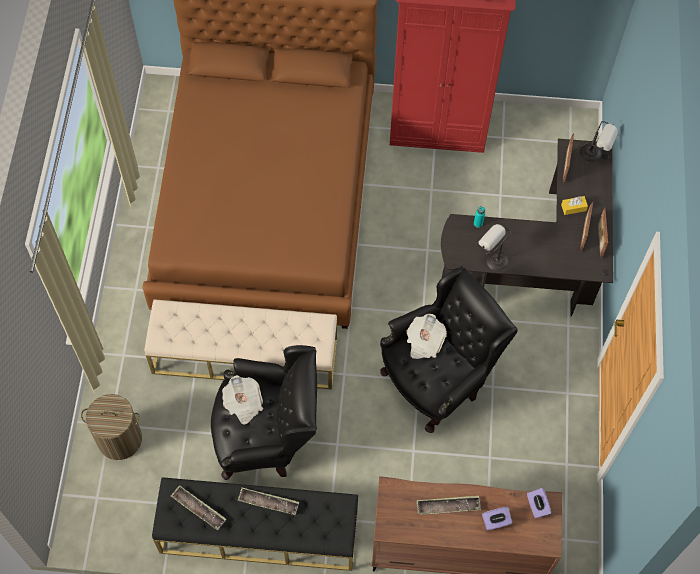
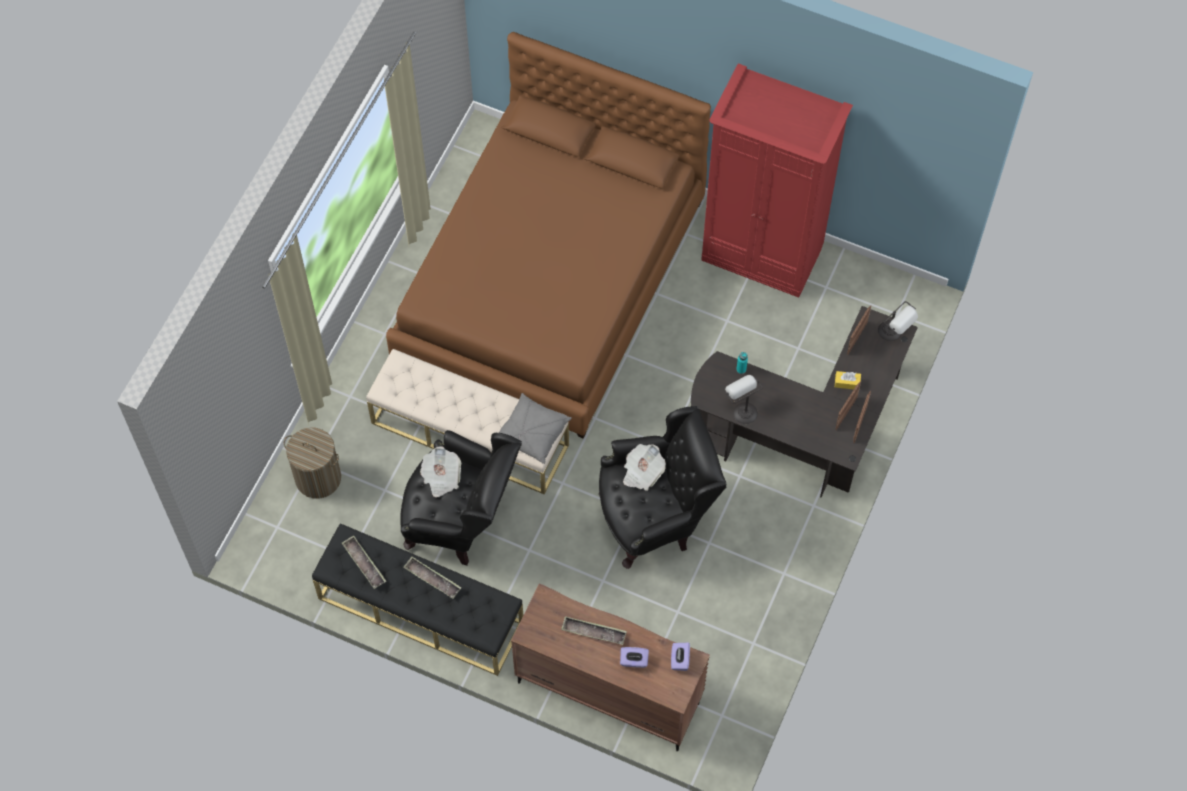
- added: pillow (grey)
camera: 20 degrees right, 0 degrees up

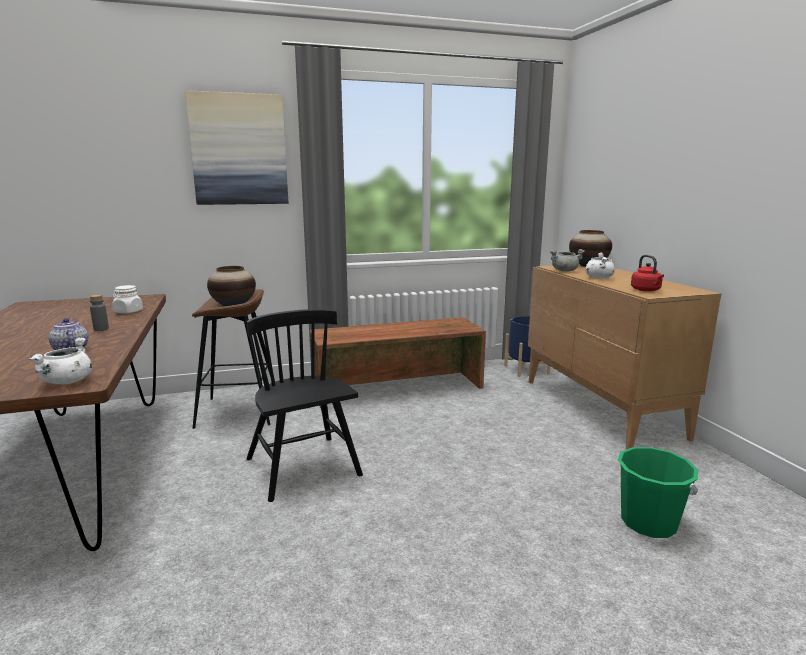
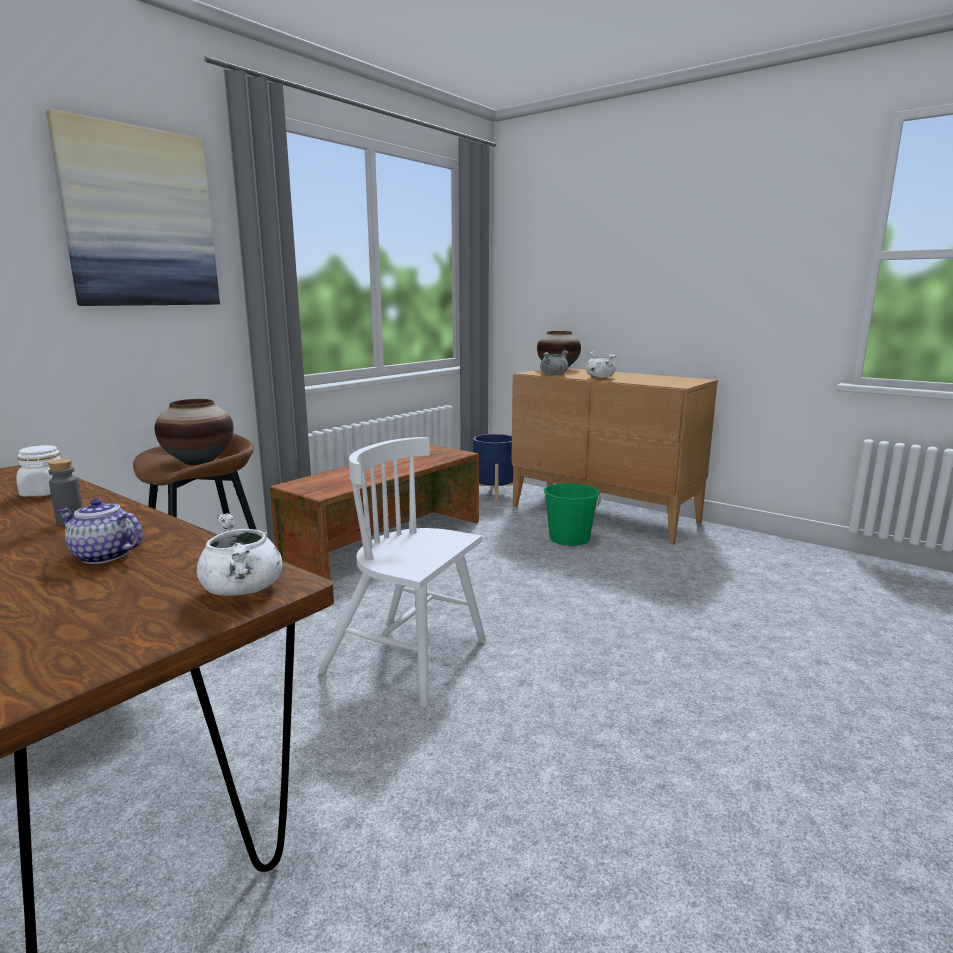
- removed: kettle (red)
- recoloured: chair (black) to chair (white)
- moved: bucket (green)
camera: 35 degrees left, 0 degrees up

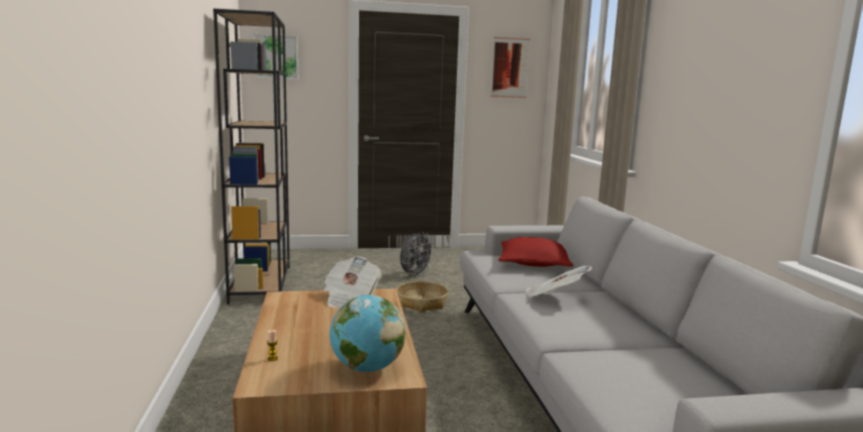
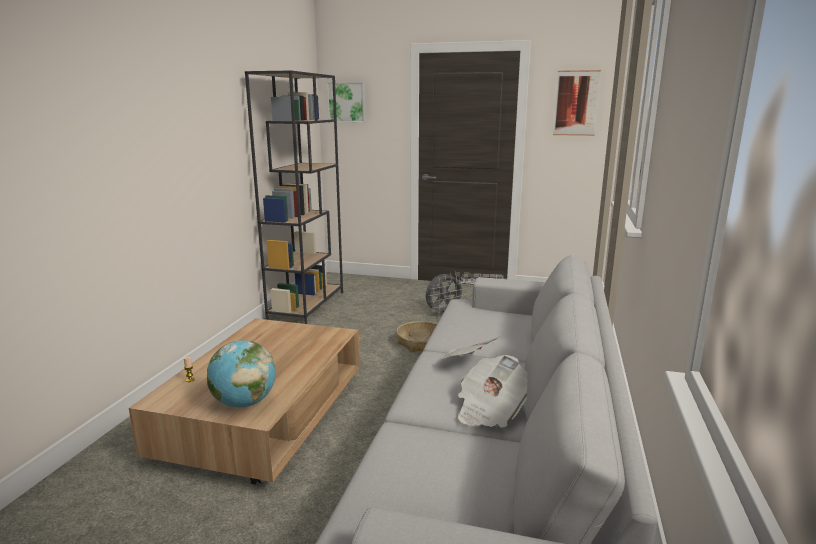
- removed: pillow (red)
- moved: newspaper (1st from left in the first image) to newspaper (2nd from left)
camera: 25 degrees right, 5 degrees up

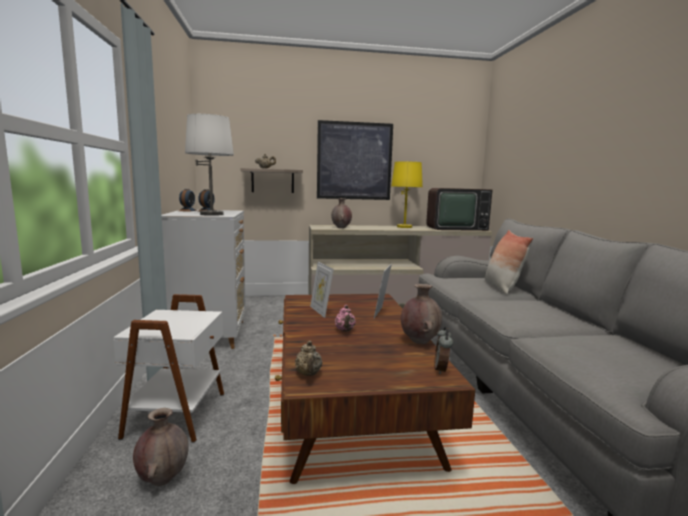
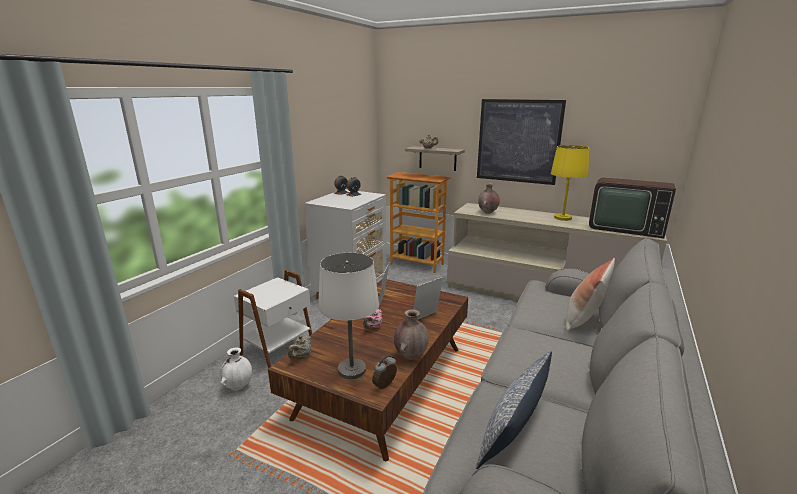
- moved: table lamp (white)
- recoloured: vase (brown) (1st from left) to vase (white)
- added: bookcase
- added: pillow (1st from left)
camera: 35 degrees right, 10 degrees up

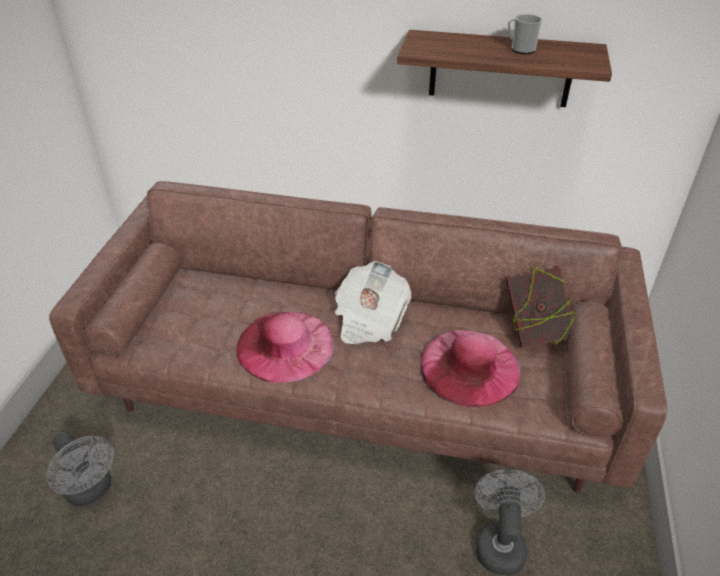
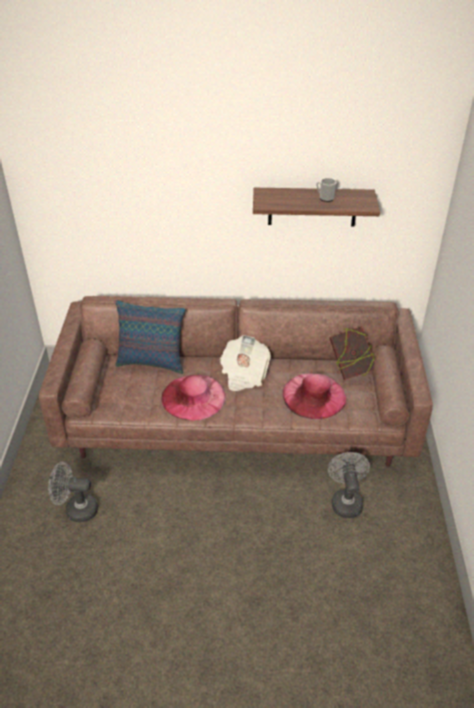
- turned: fan (grey) (1st from left) 150 degrees clockwise
- added: pillow (blue)
camera: 10 degrees left, 0 degrees up

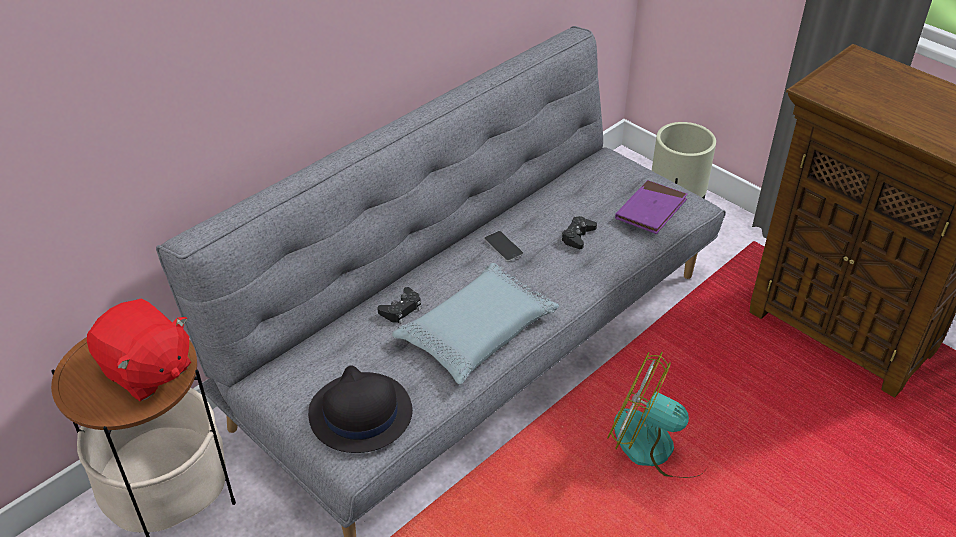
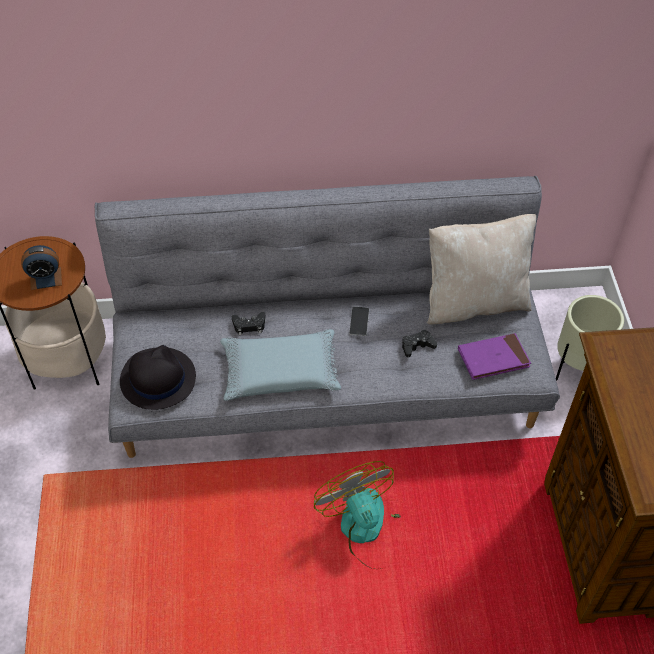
- replaced: plush toy (red) to alarm clock
- added: pillow (beige)
camera: 40 degrees right, 10 degrees up

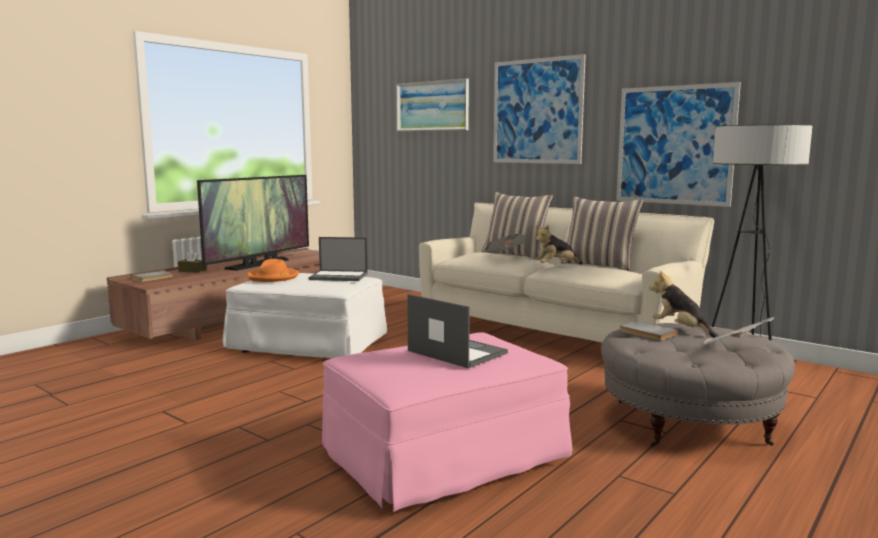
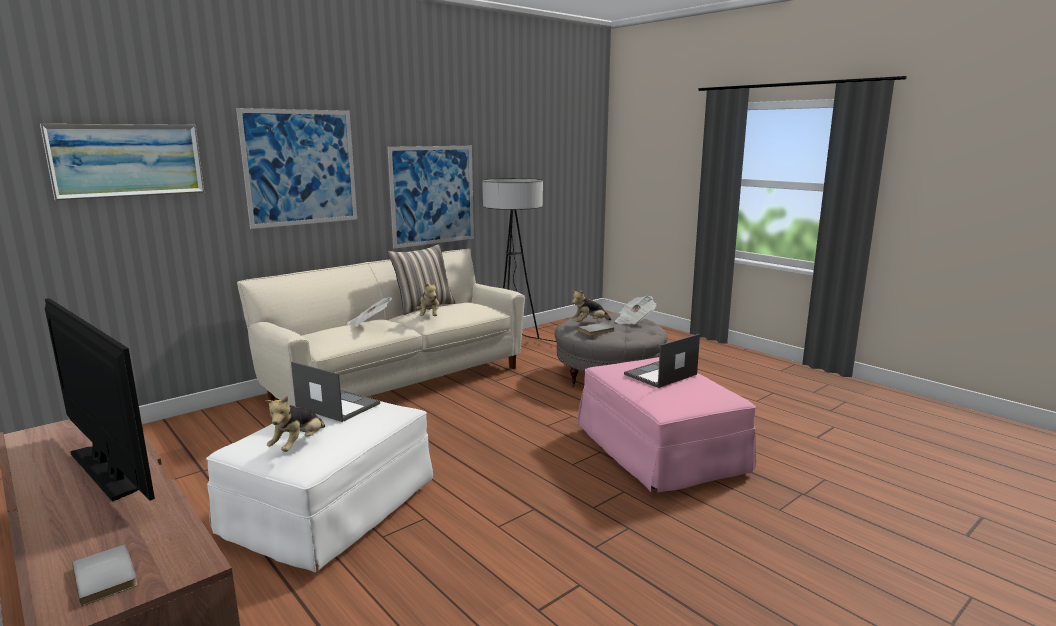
- removed: pillow (1st from left)
- turned: laptop (1st from left) 75 degrees counterclockwise
- removed: tissue box (brown)
- replaced: hat (orange) to plush toy (1st from left)
camera: 80 degrees left, 5 degrees up

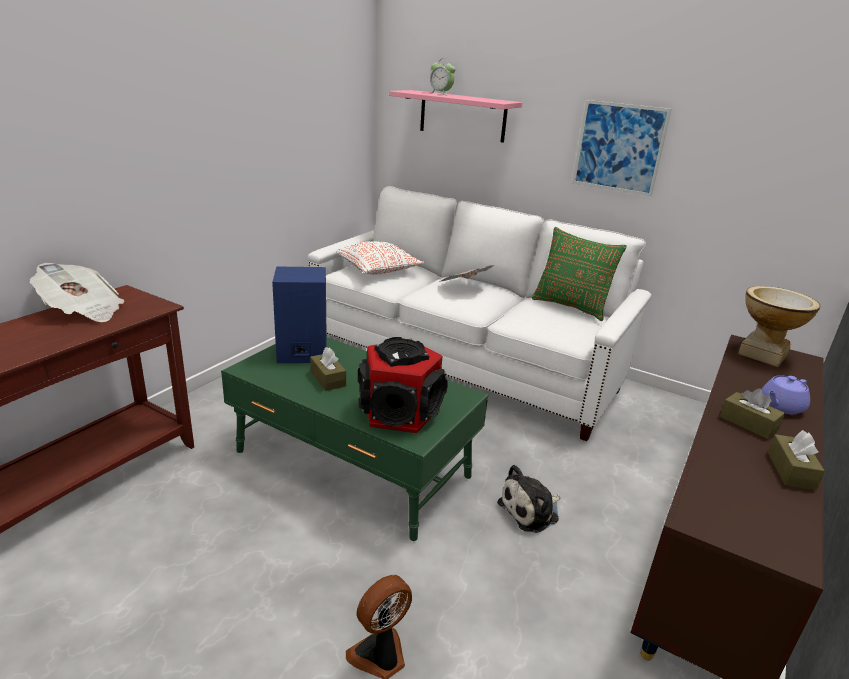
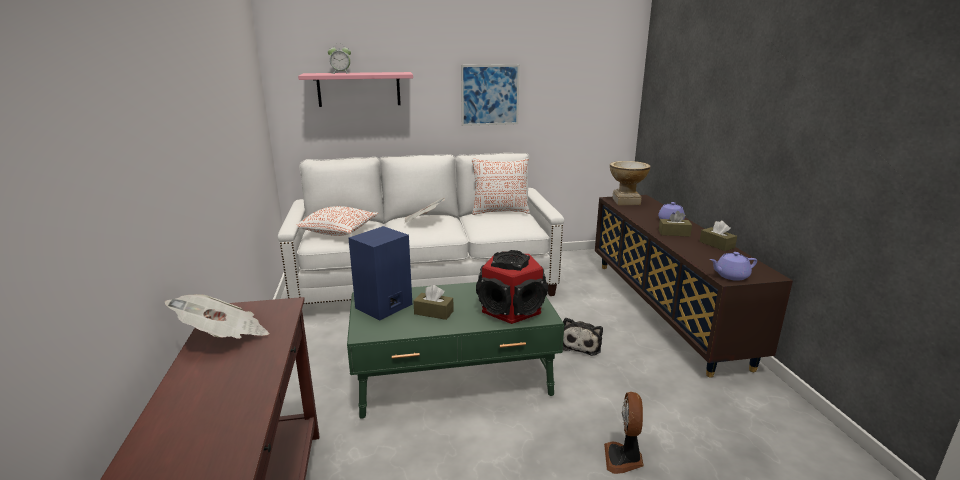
- recoloured: pillow (green) to pillow (white) (2nd from left)
- added: teapot (purple) (2nd from left)
camera: 40 degrees left, 5 degrees down

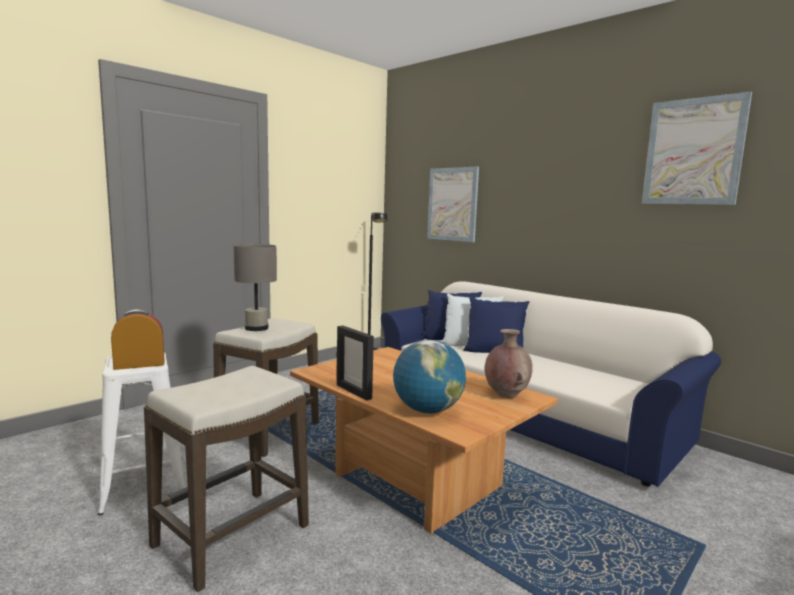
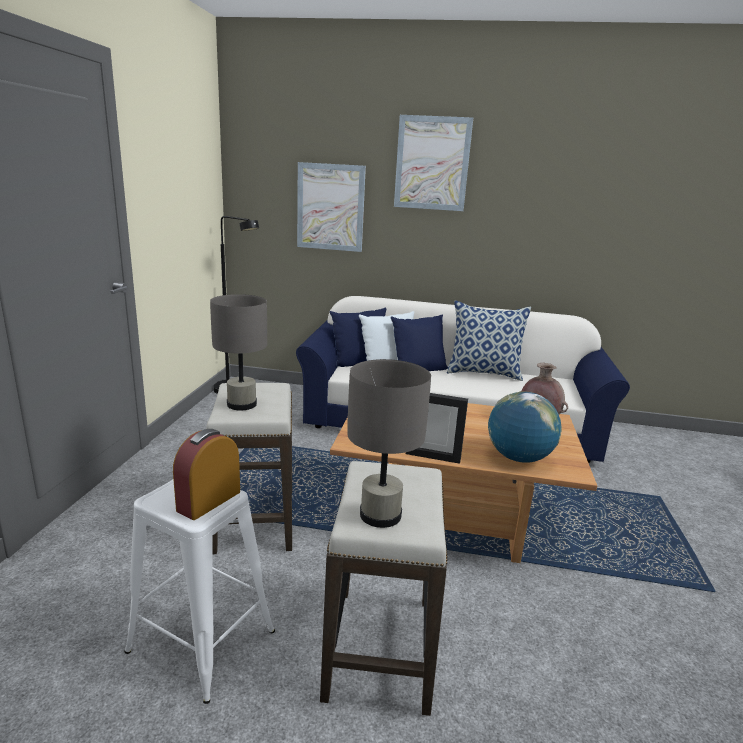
- moved: picture (2nd from left)
- added: pillow
- added: table lamp (grey) (2nd from left)
camera: 35 degrees left, 10 degrees up

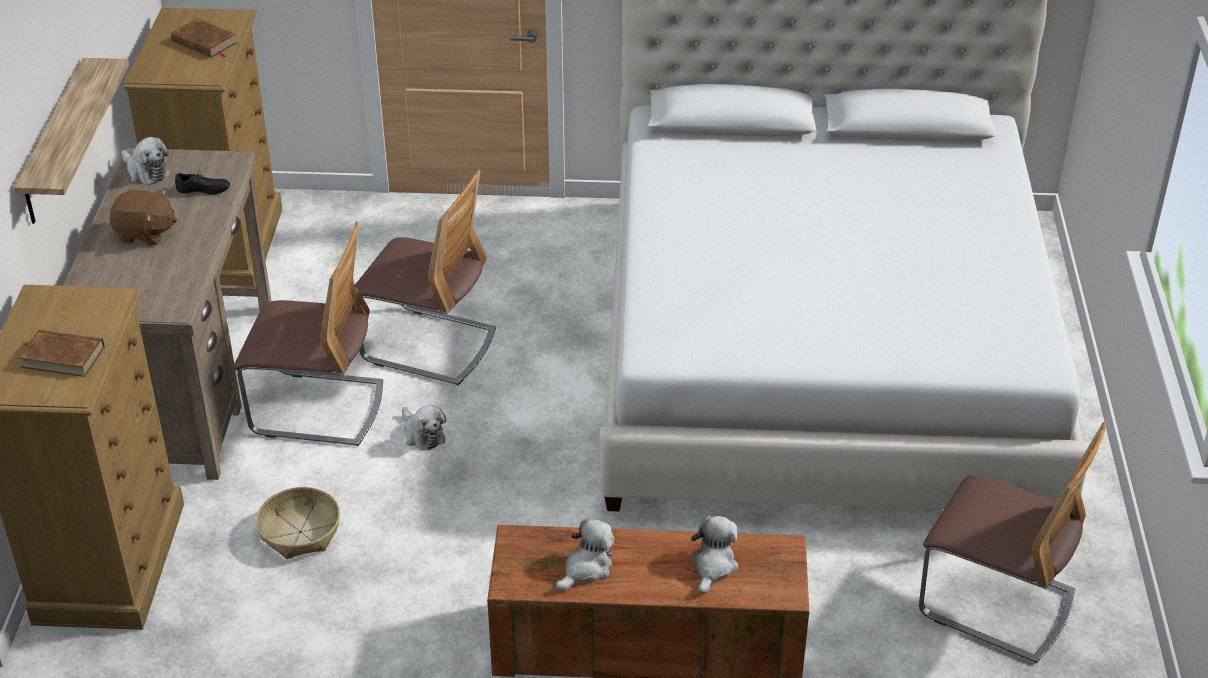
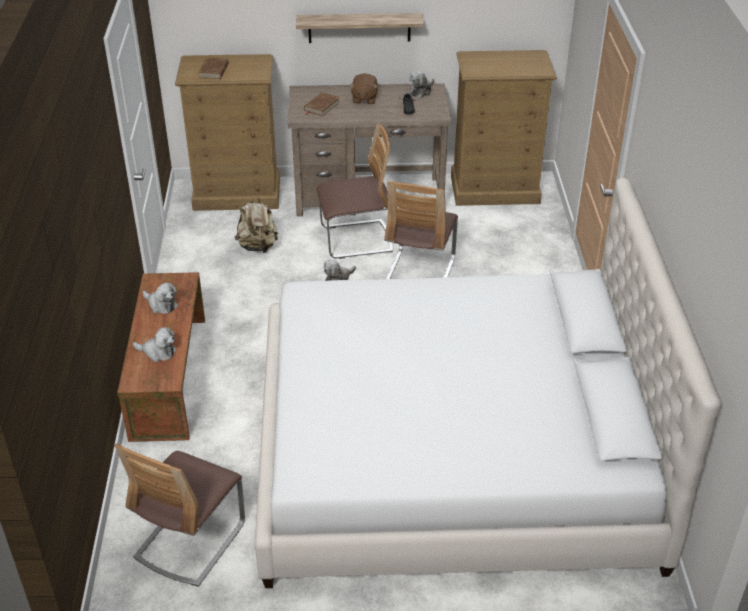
- moved: book (brown) (2nd from left)
- turned: chair (1st from left in the first image) 105 degrees counterclockwise
- replaced: basket to backpack (beige)
camera: 85 degrees right, 0 degrees up

